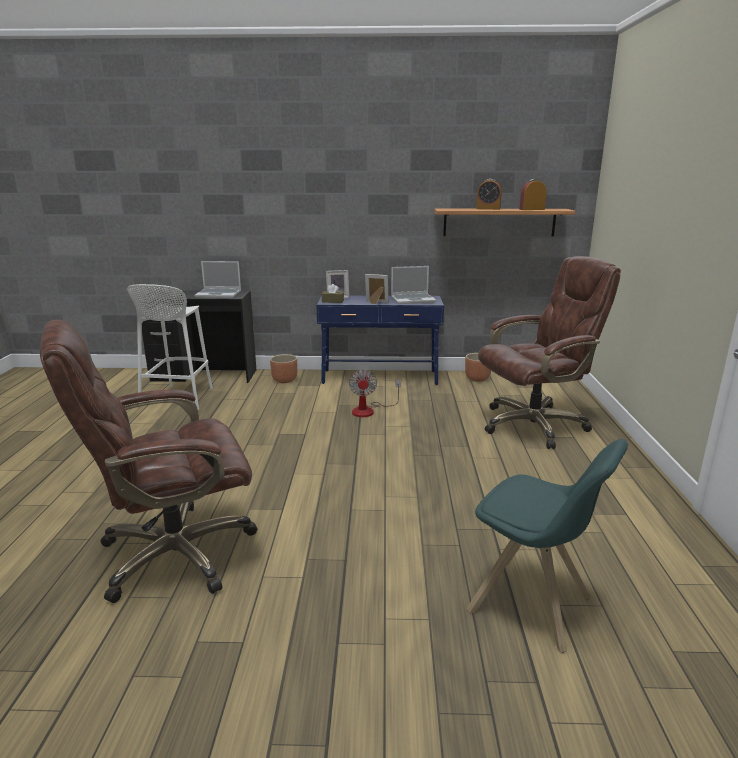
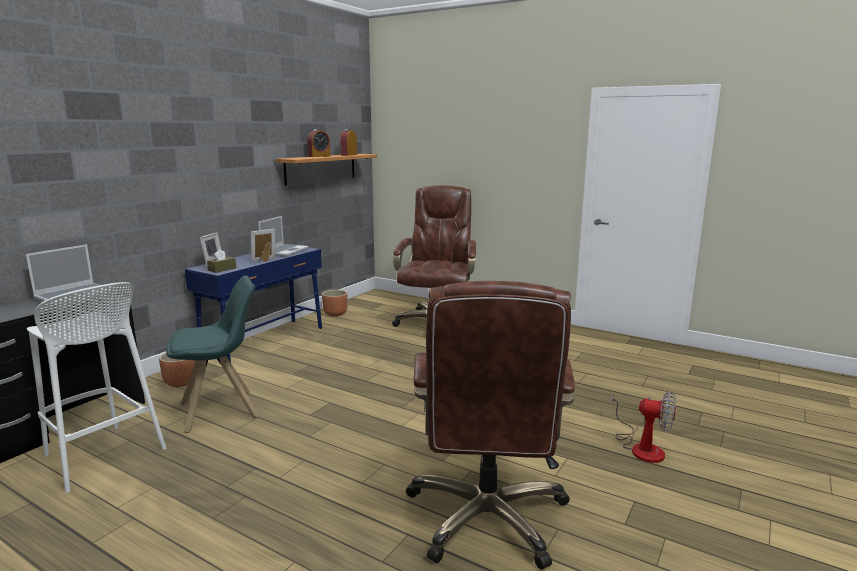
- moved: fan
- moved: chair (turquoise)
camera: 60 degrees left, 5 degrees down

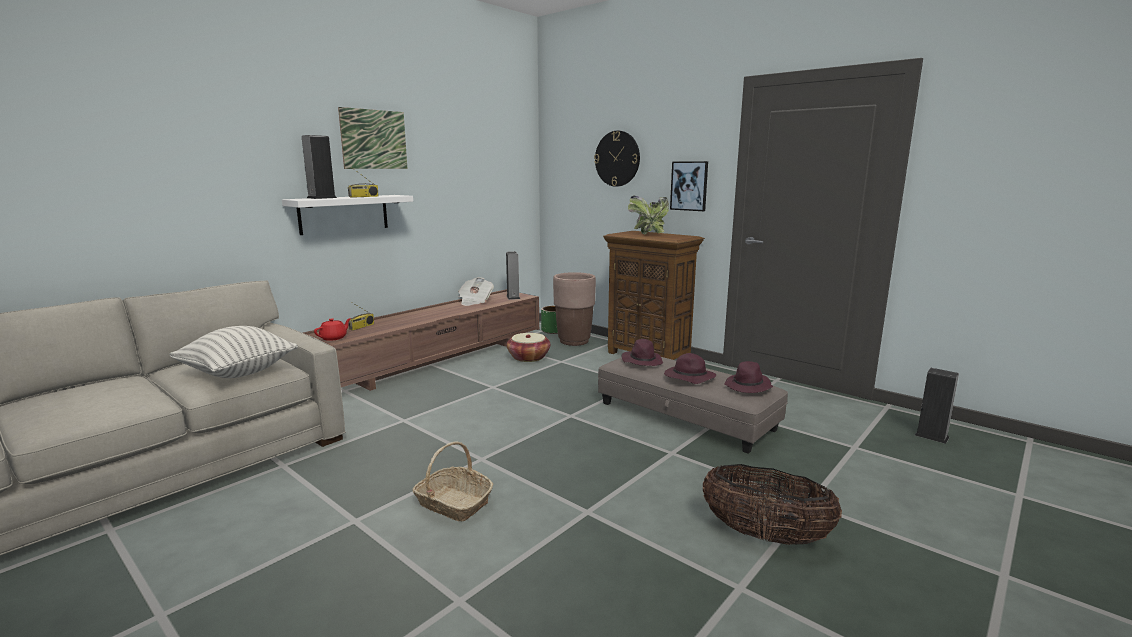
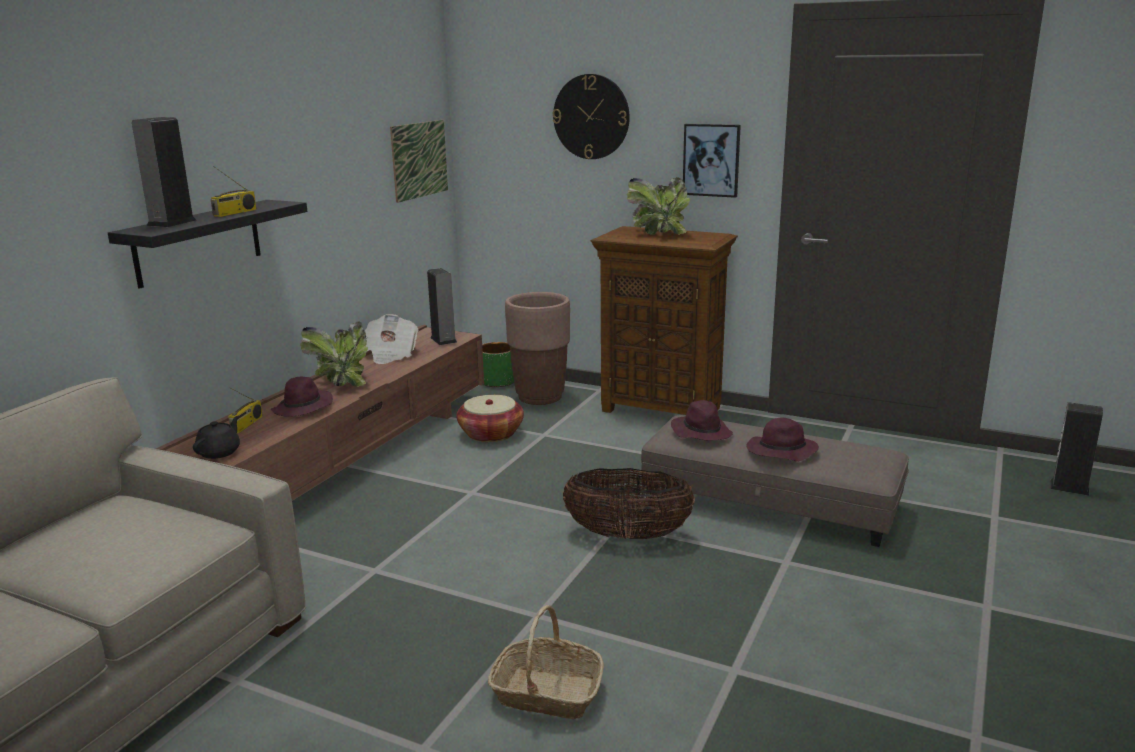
- moved: picture (1st from left)
- recoloured: shelf (white) to shelf (black)
- recoloured: teapot (red) to teapot (black)
- removed: pillow
- moved: hat (purple) (3rd from left in the first image) to hat (purple) (1st from left)
- moved: basket (3rd from left)
- added: potted plant (1st from left)
camera: 15 degrees left, 5 degrees up

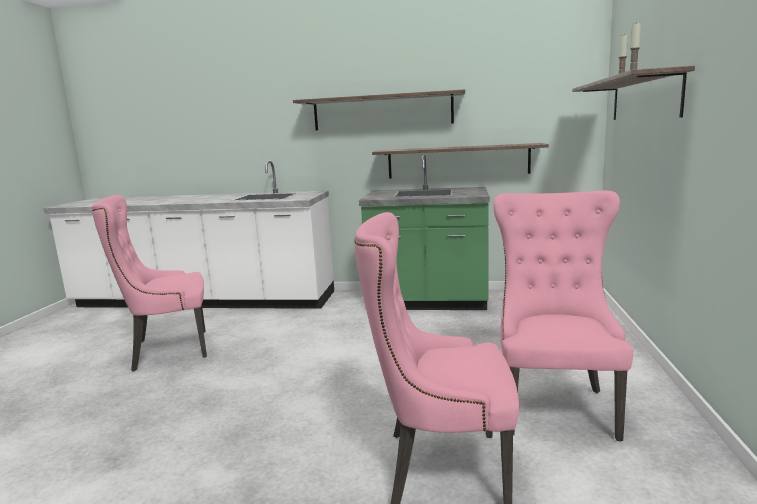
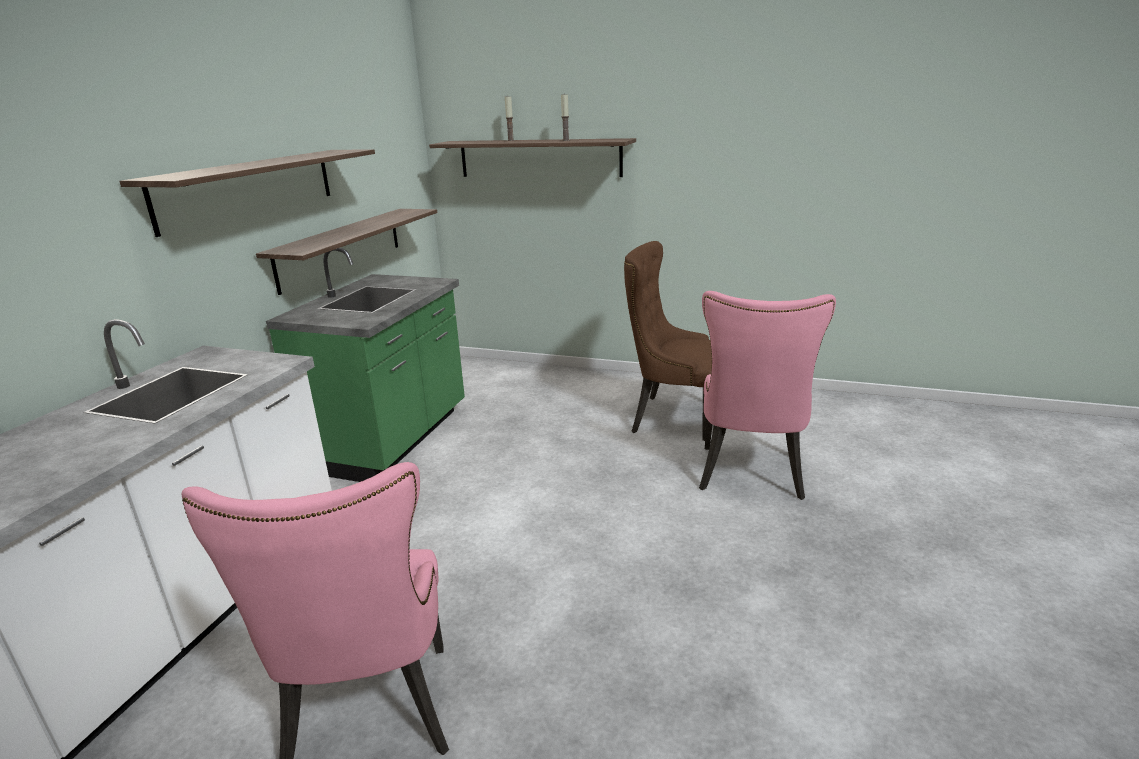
- recoloured: chair (pink) (3rd from left) to chair (brown)
camera: 80 degrees left, 10 degrees up

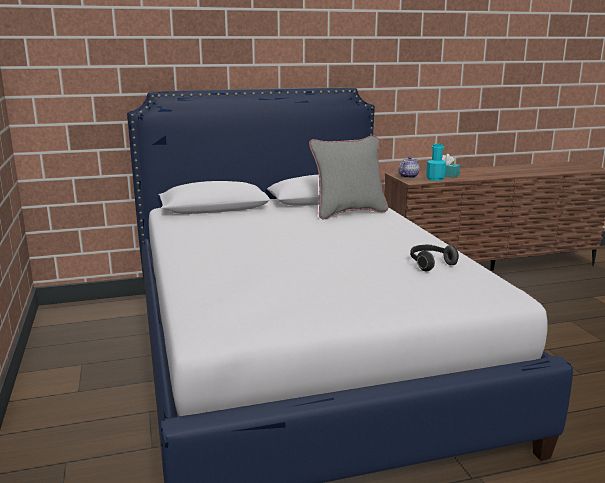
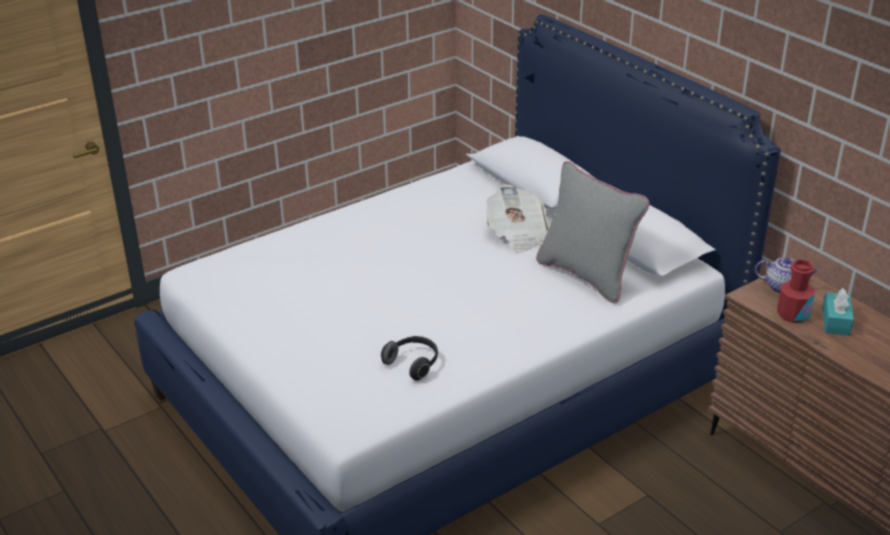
- recoloured: bottle (turquoise) to bottle (red)
- added: newspaper
camera: 70 degrees right, 15 degrees up

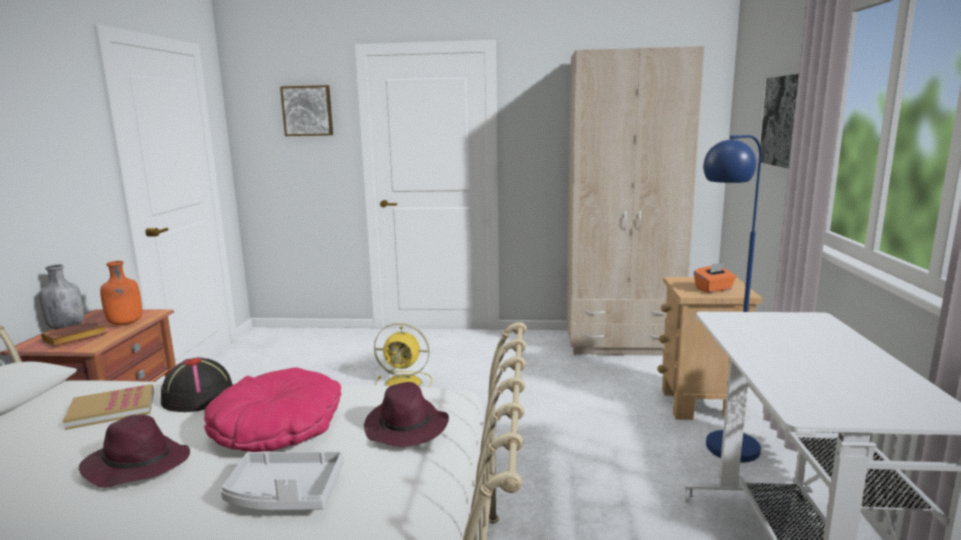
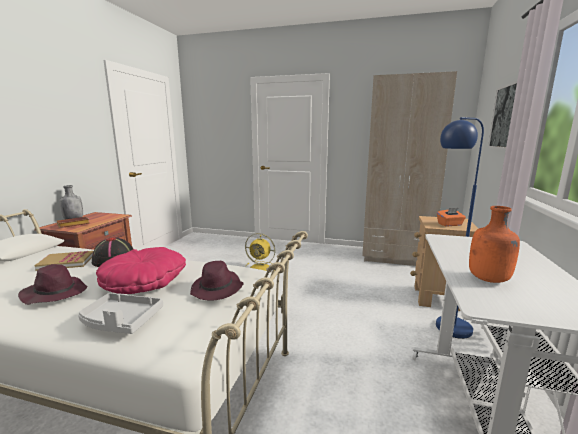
- removed: picture (1st from left)
- moved: bottle (orange)
camera: 10 degrees right, 0 degrees up

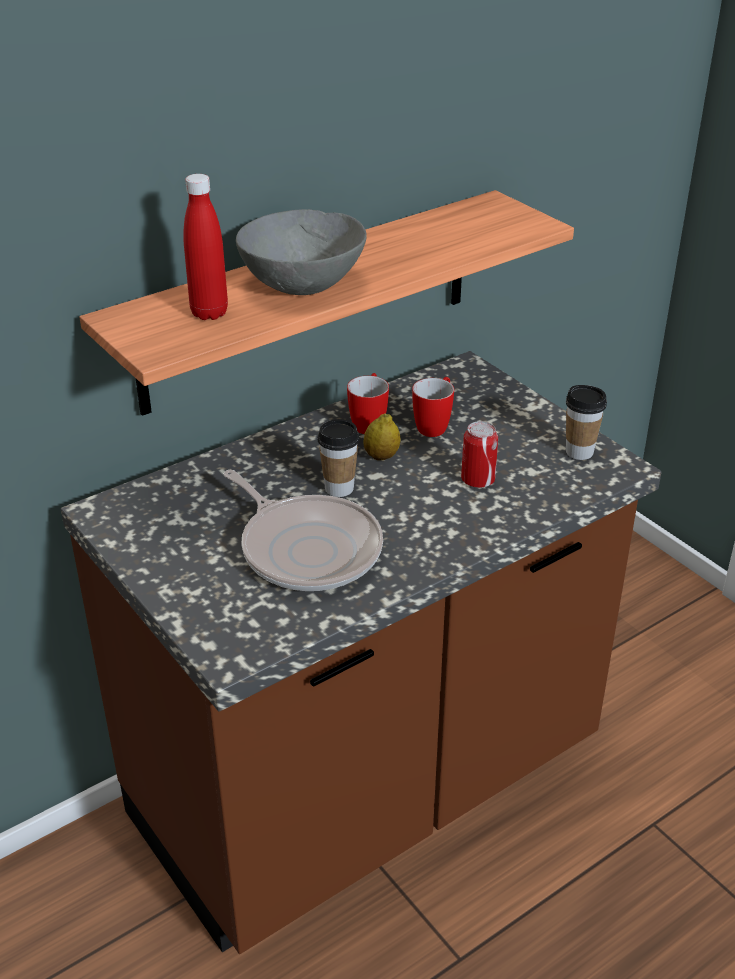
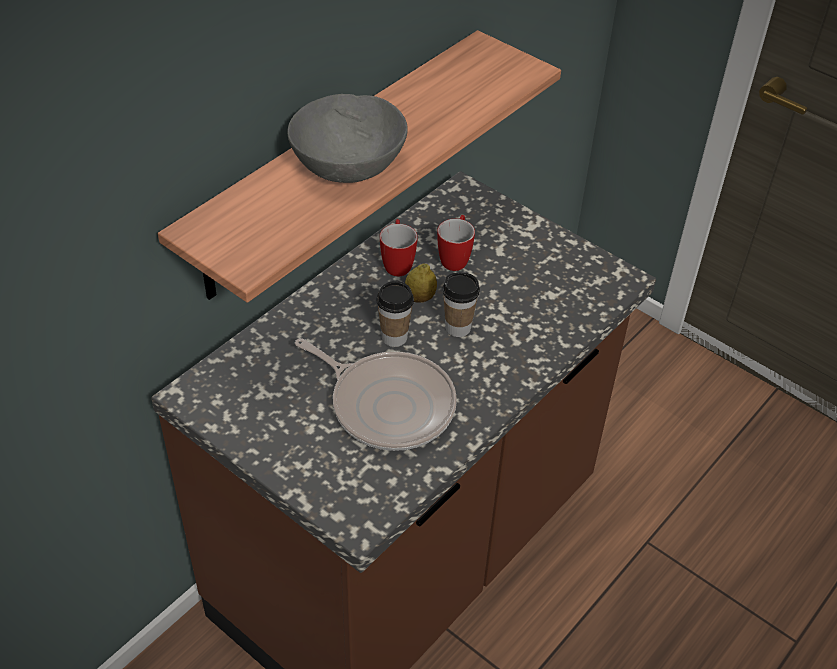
- removed: bottle (red)
- moved: cup (2nd from left)
- removed: can
camera: 15 degrees left, 10 degrees up

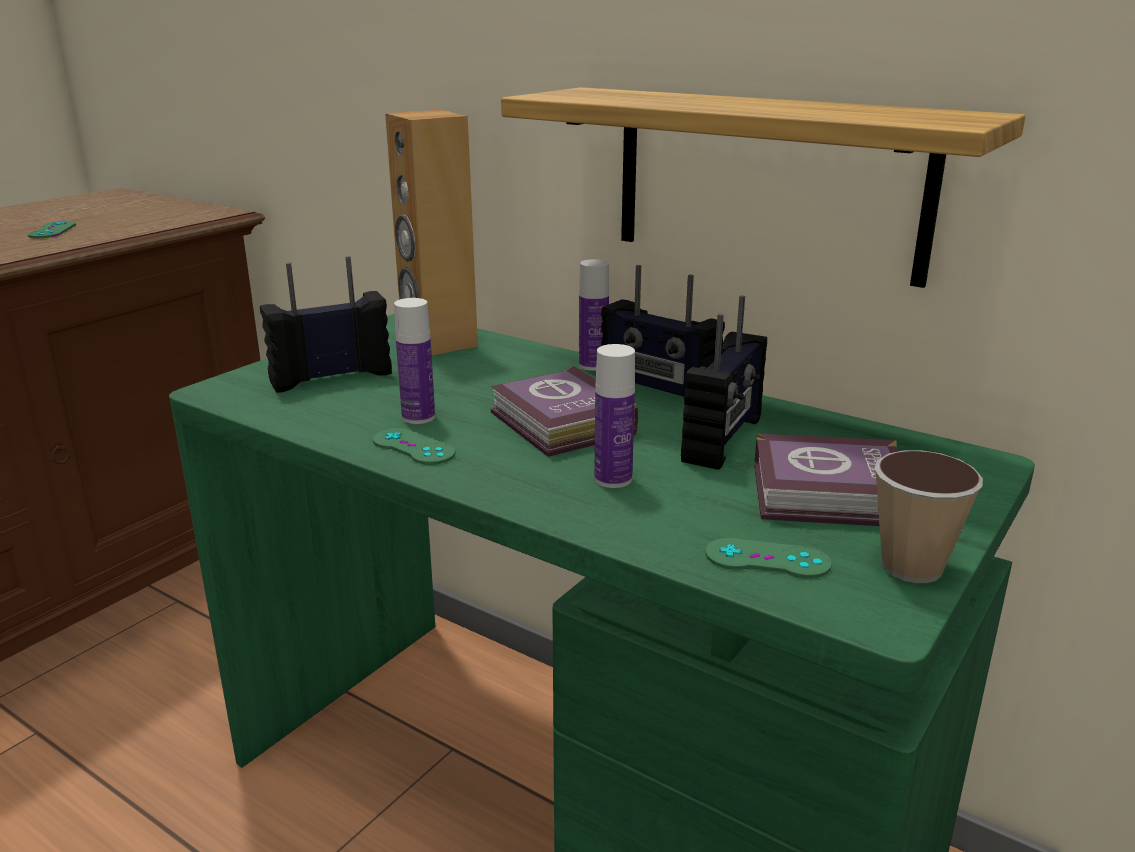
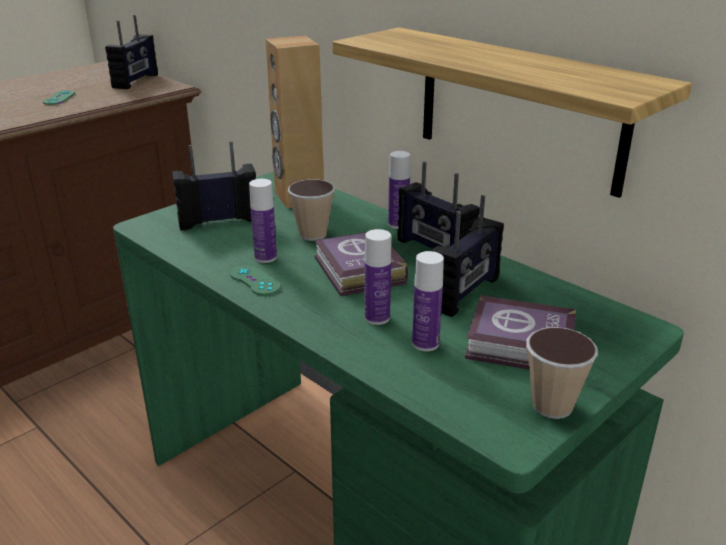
- removed: game controller (green) (3rd from left)
- added: radio (1st from left)
- added: cup (1st from left)
- added: bottle (4th from left)
camera: 10 degrees right, 5 degrees up

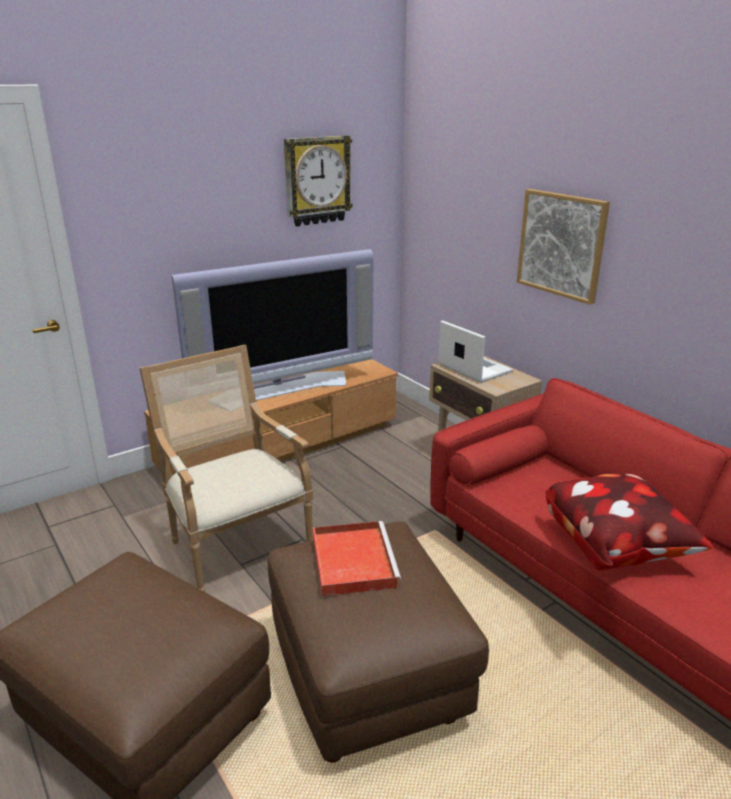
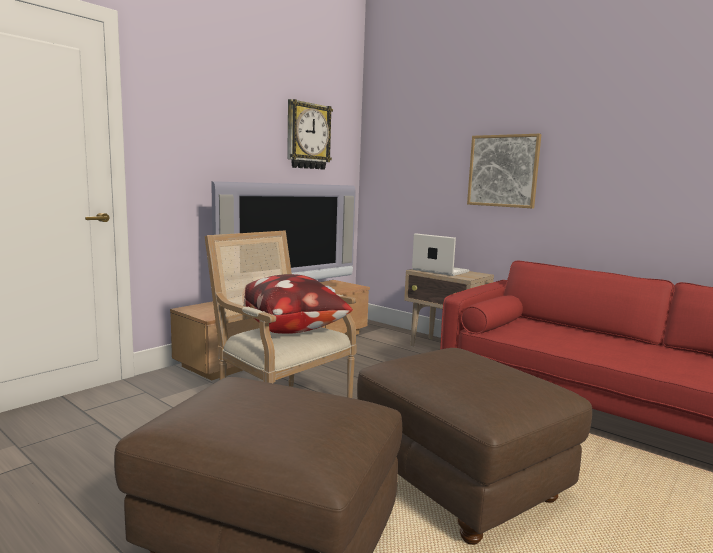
- moved: pillow
- removed: tray (red)
camera: 15 degrees left, 15 degrees down

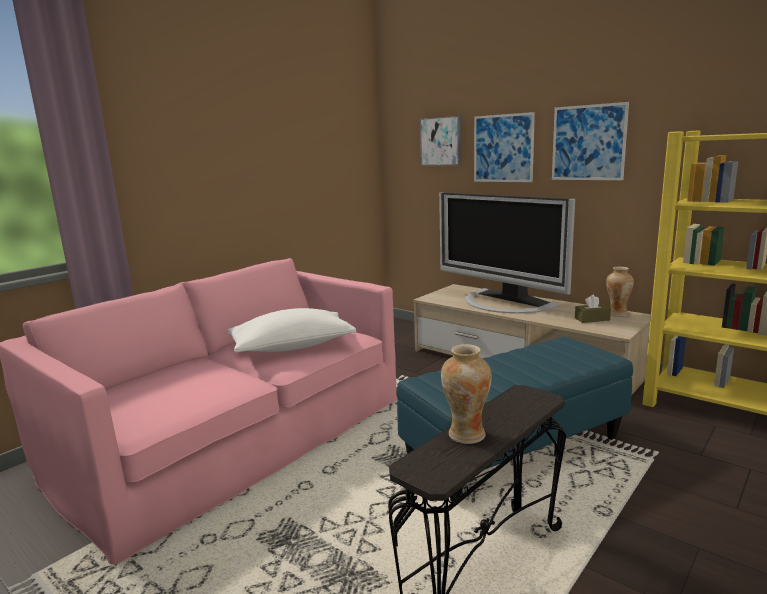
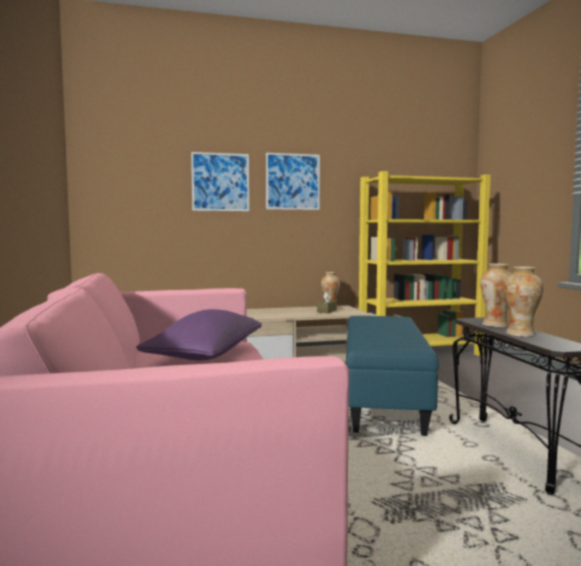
- removed: picture (1st from left)
- removed: television
- recoloured: pillow (white) to pillow (purple)
- added: vase (2nd from left)
camera: 55 degrees left, 10 degrees down

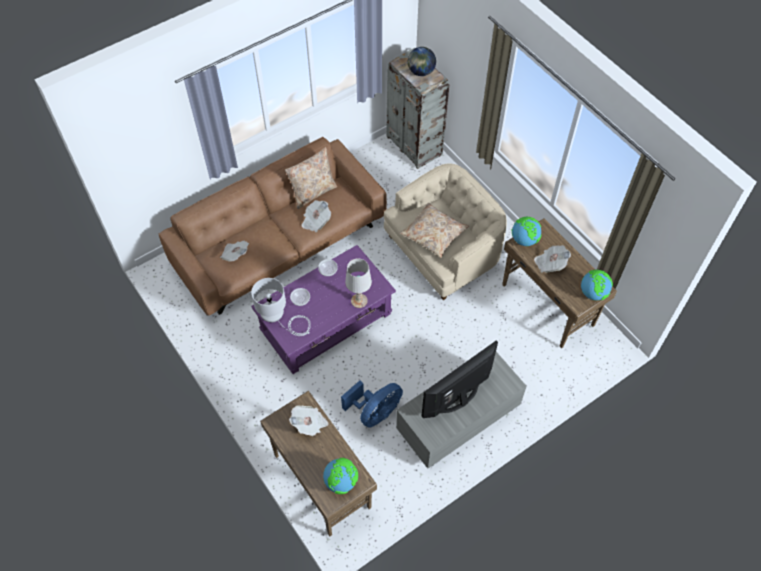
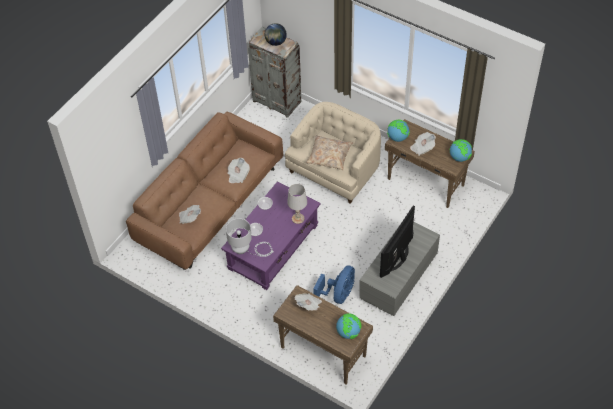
- removed: pillow (beige) (1st from left)
camera: 20 degrees left, 5 degrees down

